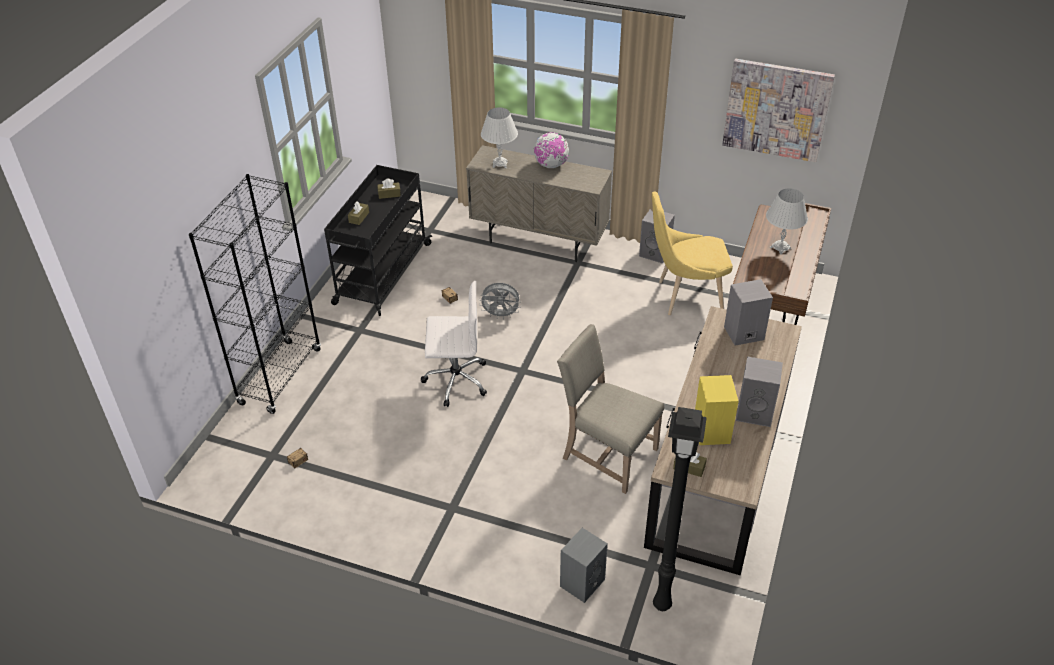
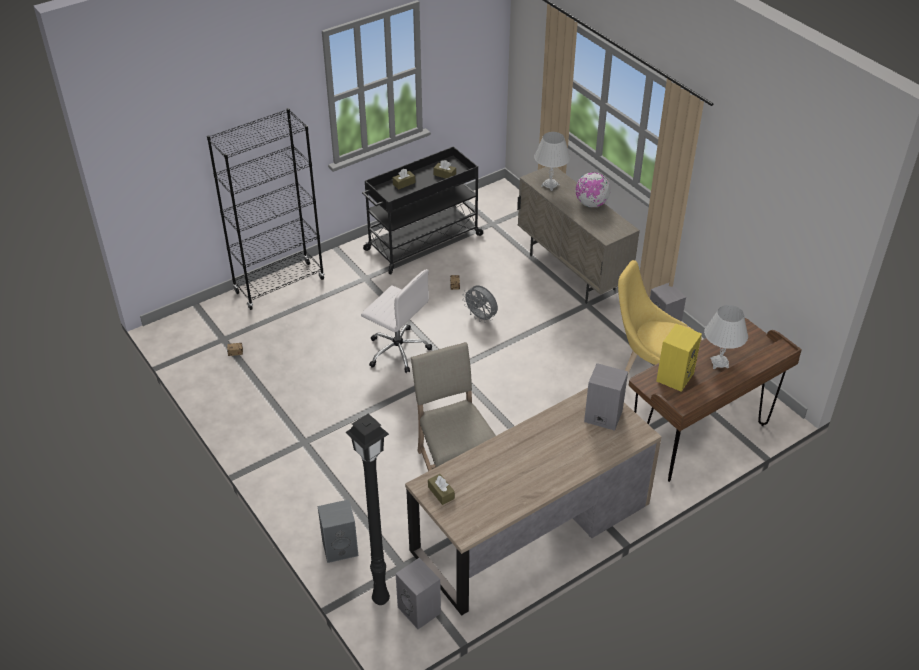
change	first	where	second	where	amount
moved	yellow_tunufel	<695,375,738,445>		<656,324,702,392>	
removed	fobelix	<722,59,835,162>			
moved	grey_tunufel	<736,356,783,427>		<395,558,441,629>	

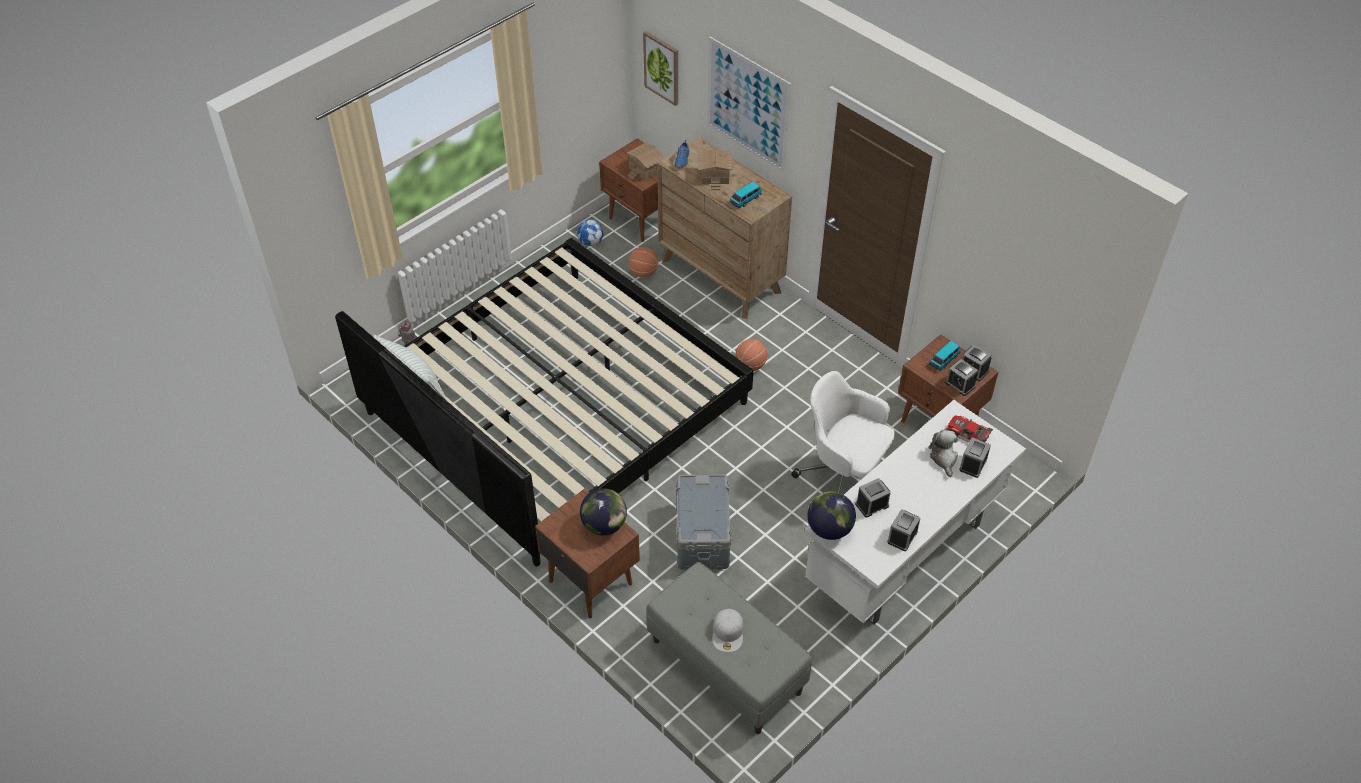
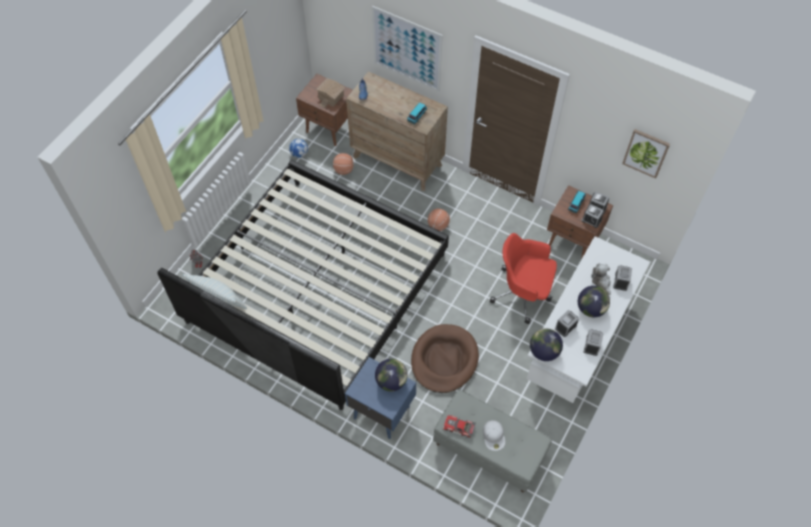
change	first	where	second	where	amount
recoloured	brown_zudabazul	<535,489,640,618>	blue_zudabazul	<345,357,416,439>	
moved	fobelix	<643,31,678,106>		<622,129,670,179>	
replaced	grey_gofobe	<676,474,731,570>	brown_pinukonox	<411,324,479,393>	
removed	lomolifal	<698,149,733,190>			
recoloured	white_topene	<791,371,895,493>	red_topene	<490,233,557,324>	
moved	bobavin	<945,415,993,443>		<442,415,476,438>	
added			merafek	<578,286,610,317>	

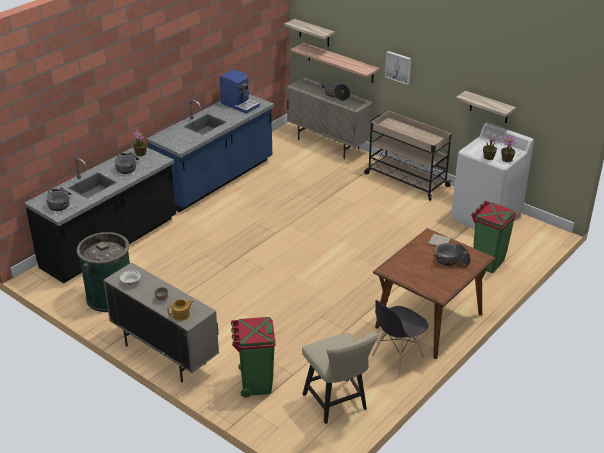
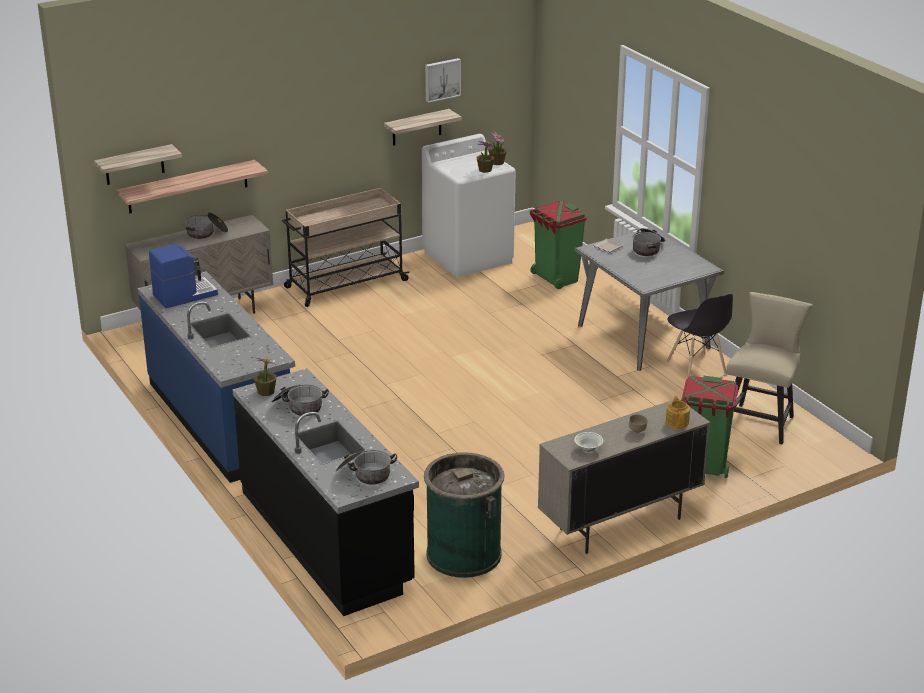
change	first	where	second	where	amount
turned	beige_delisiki	<302,332,378,424>		<726,292,813,445>	60 degrees counterclockwise
recoloured	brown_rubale	<373,228,496,359>	grey_rubale	<575,227,724,371>	
moved	fobelix	<385,51,411,85>		<425,58,461,103>	

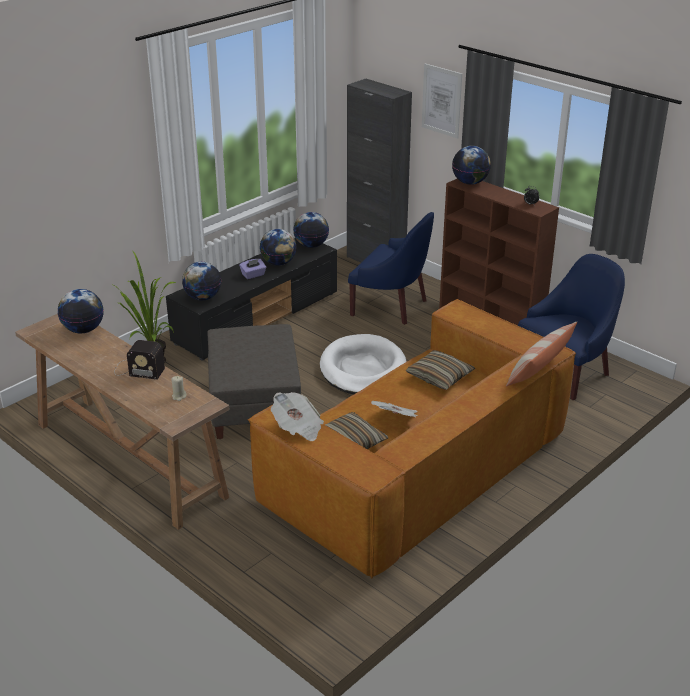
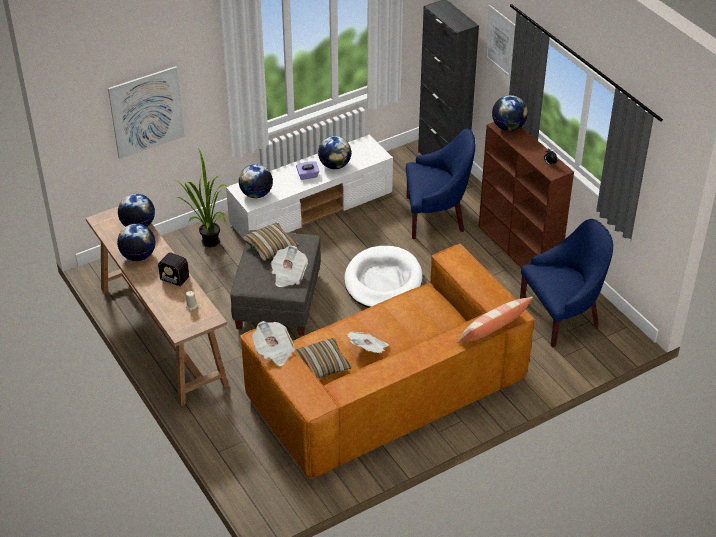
change	first	where	second	where	amount
recoloured	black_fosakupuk	<166,238,337,360>	white_fosakupuk	<226,135,393,238>	
moved	merafek	<293,212,329,248>		<117,224,156,261>	
turned	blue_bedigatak	<348,212,434,325>		<406,128,475,239>	45 degrees counterclockwise
moved	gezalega	<405,350,475,390>		<243,223,299,261>	
added			fobelix	<108,66,185,159>	
added			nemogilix	<271,246,308,287>	

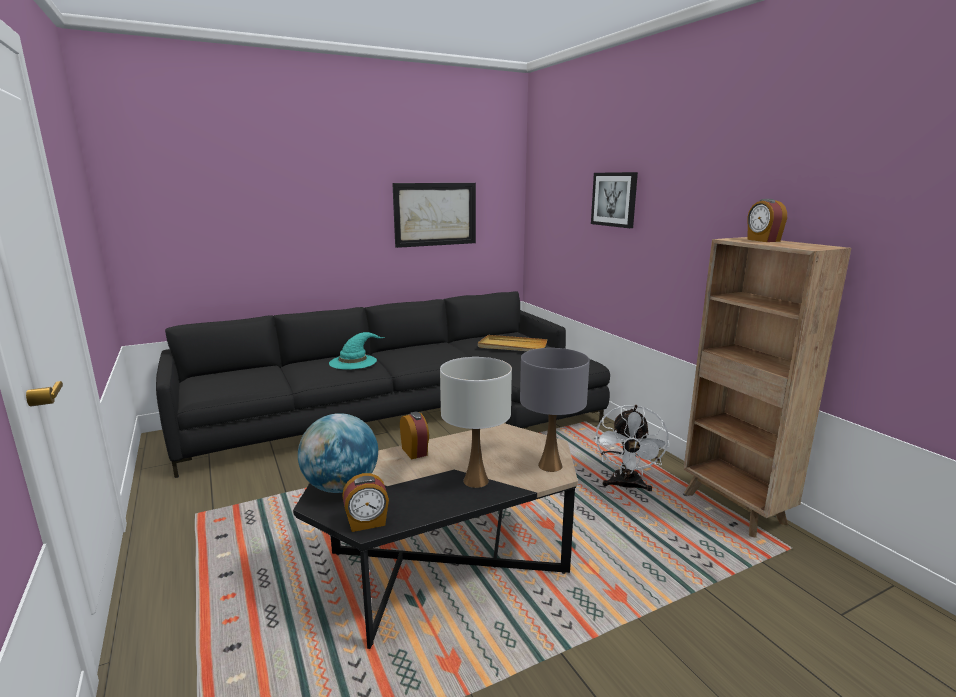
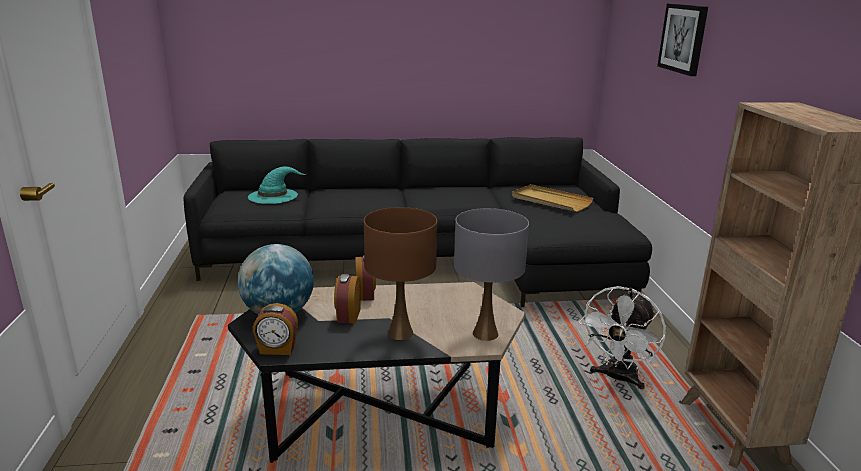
change	first	where	second	where	amount
moved	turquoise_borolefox	<329,332,384,370>		<248,166,306,204>	
removed	fobelix	<392,183,476,248>			
recoloured	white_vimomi	<440,357,512,488>	brown_vimomi	<364,207,437,340>	
moved	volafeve	<747,199,787,242>		<334,274,361,324>	

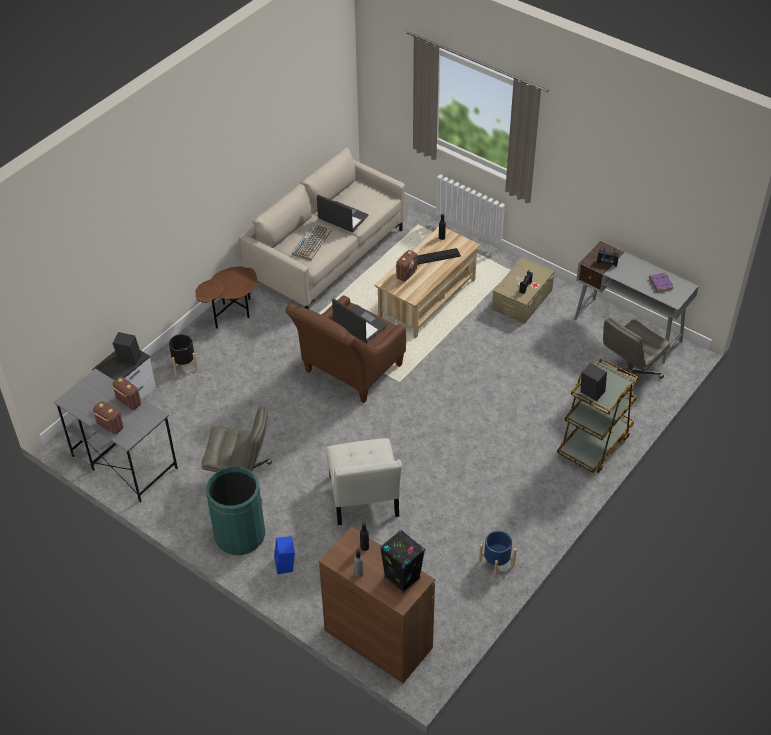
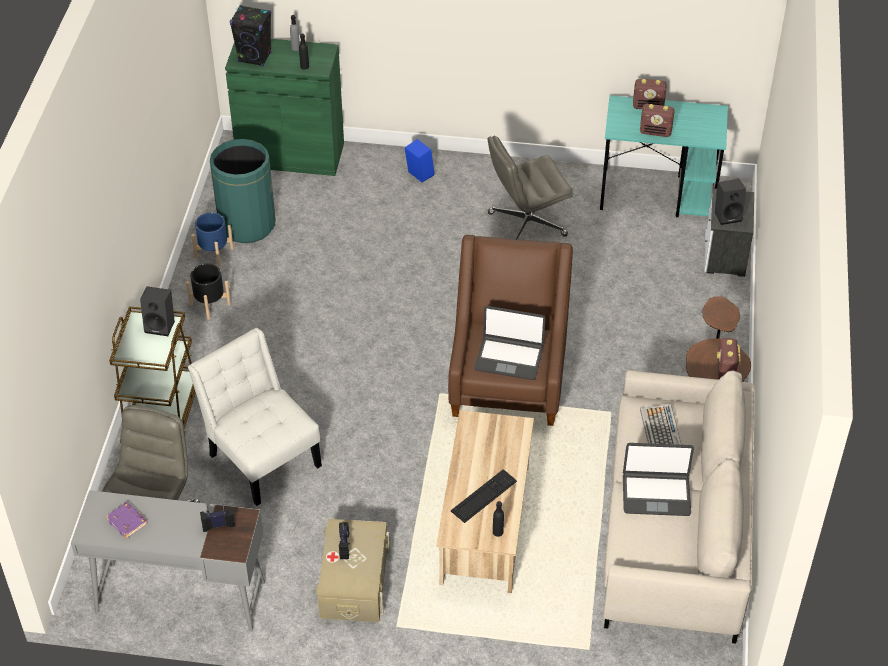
change	first	where	second	where	amount
recoloured	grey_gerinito	<54,368,178,502>	turquoise_gerinito	<600,95,728,217>	
moved	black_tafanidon	<168,334,198,376>		<186,263,231,320>	
moved	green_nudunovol	<206,467,265,555>		<210,139,276,243>	
recoloured	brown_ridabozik	<319,527,435,683>	green_ridabozik	<225,39,344,176>	
moved	white_delisiki	<326,438,402,525>		<188,328,322,506>	
moved	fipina	<396,250,417,282>		<717,338,741,380>	

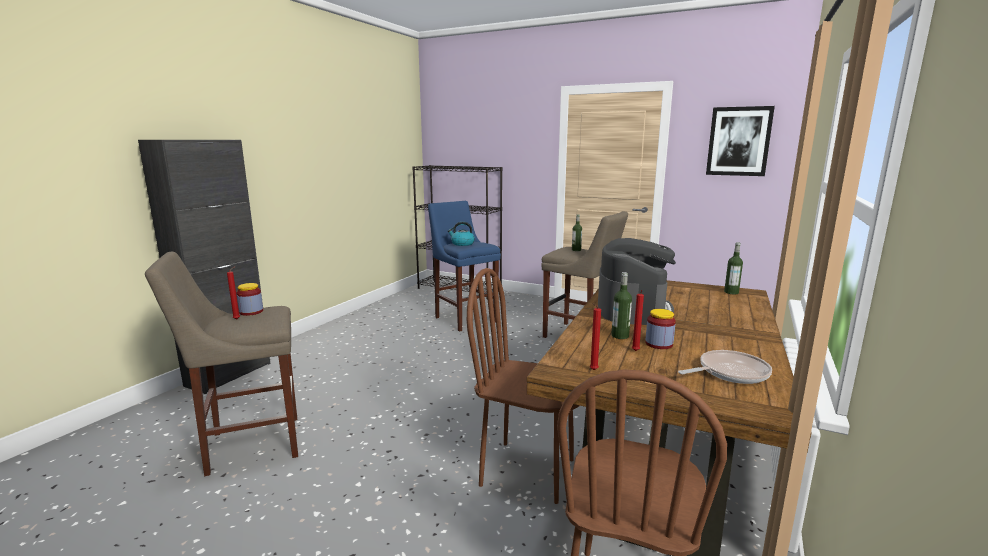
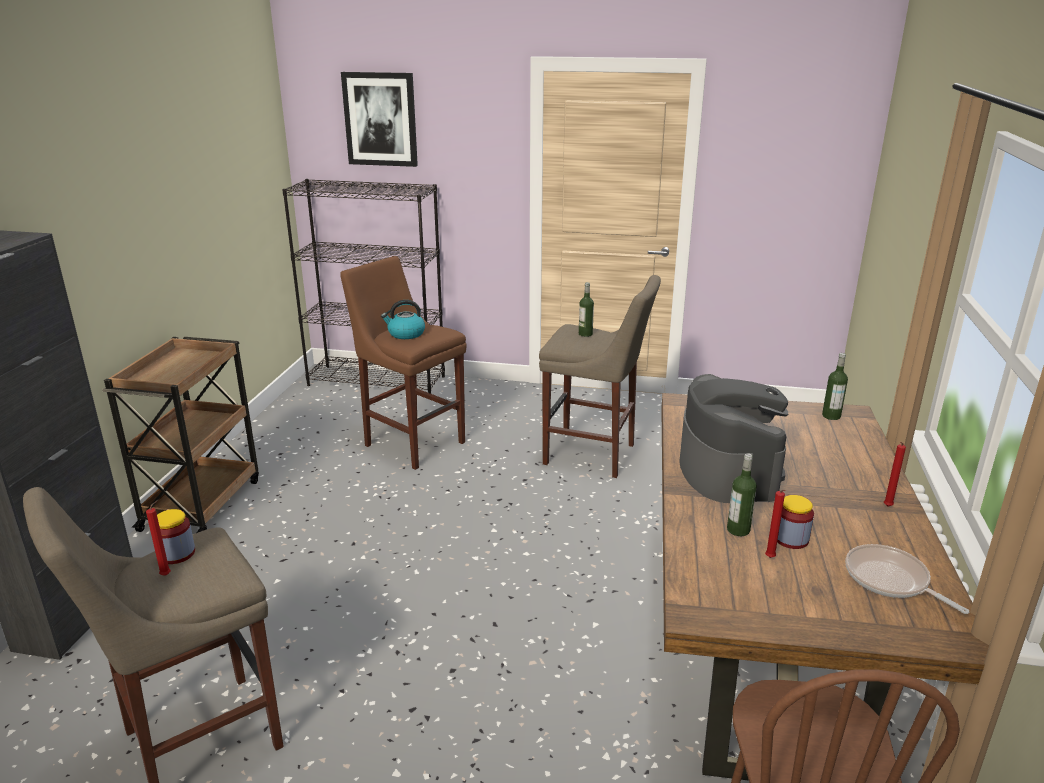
change	first	where	second	where	amount
recoloured	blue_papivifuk	<428,201,501,332>	brown_papivifuk	<340,256,467,470>	
removed	brown_delisiki	<467,268,580,504>			
moved	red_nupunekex	<590,303,601,370>		<884,442,906,506>	
turned	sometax	<678,350,772,384>		<845,544,969,614>	90 degrees counterclockwise
moved	fobelix	<706,106,775,176>		<341,72,418,167>	
added			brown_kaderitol	<102,337,259,533>	

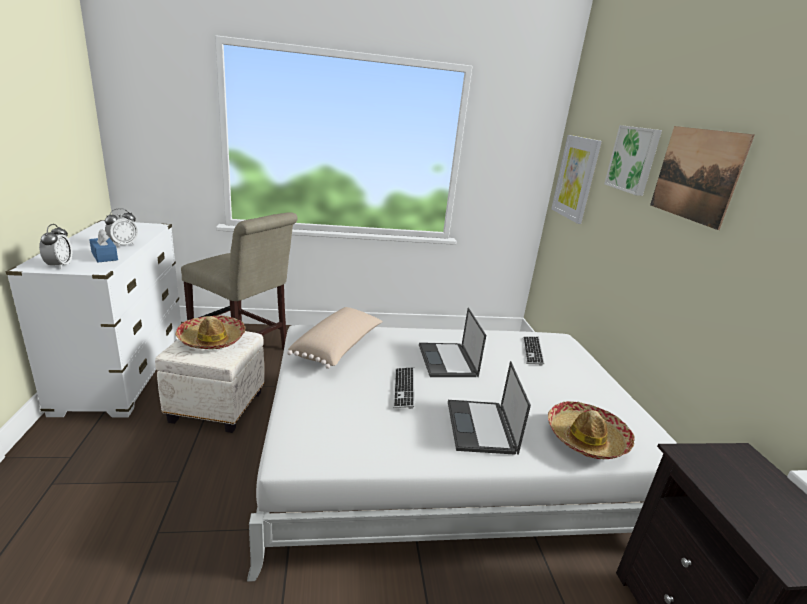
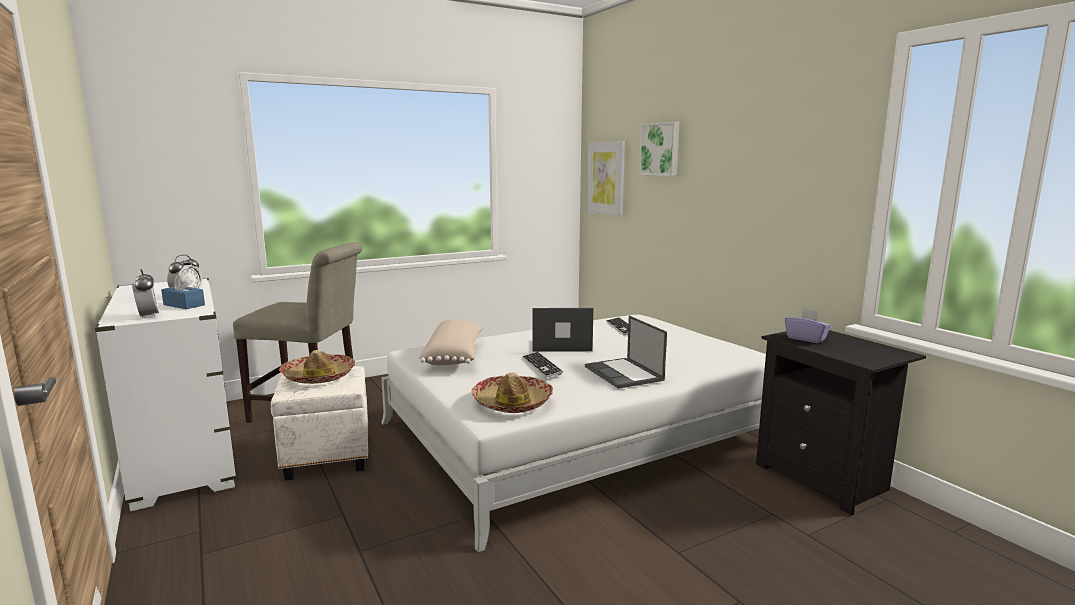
change	first	where	second	where	amount
turned	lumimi	<419,307,486,377>		<532,308,593,352>	120 degrees clockwise
moved	borolefox	<548,401,635,459>		<471,372,553,413>	
removed	fobelix	<650,126,755,230>			
added			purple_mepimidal	<785,308,831,343>	

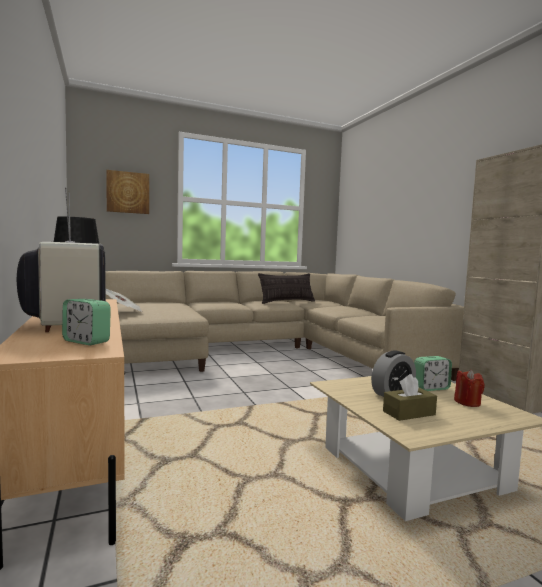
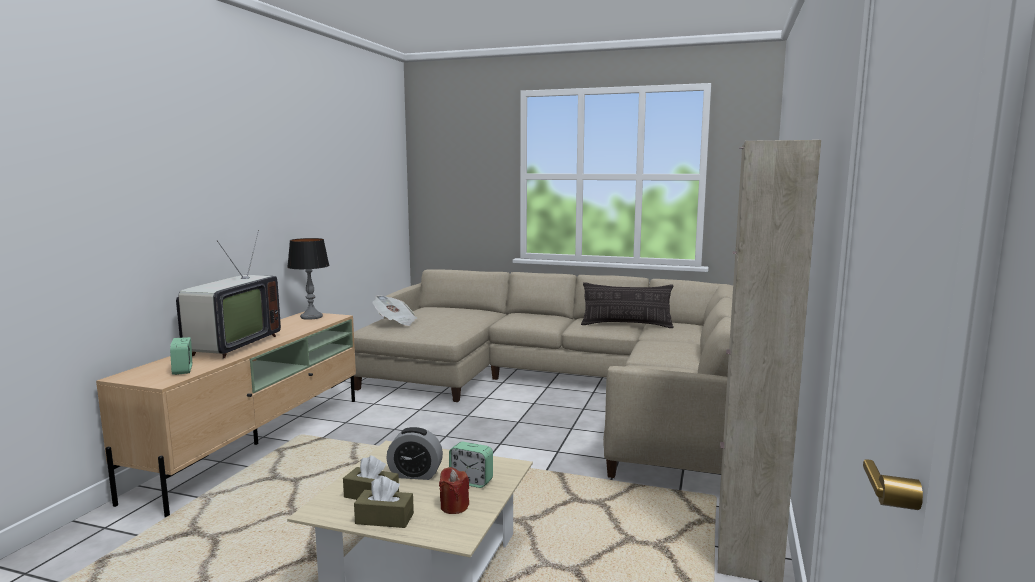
change	first	where	second	where	amount
removed	fobelix	<106,170,149,214>			
added			brown_mepimidal	<354,477,414,528>	

